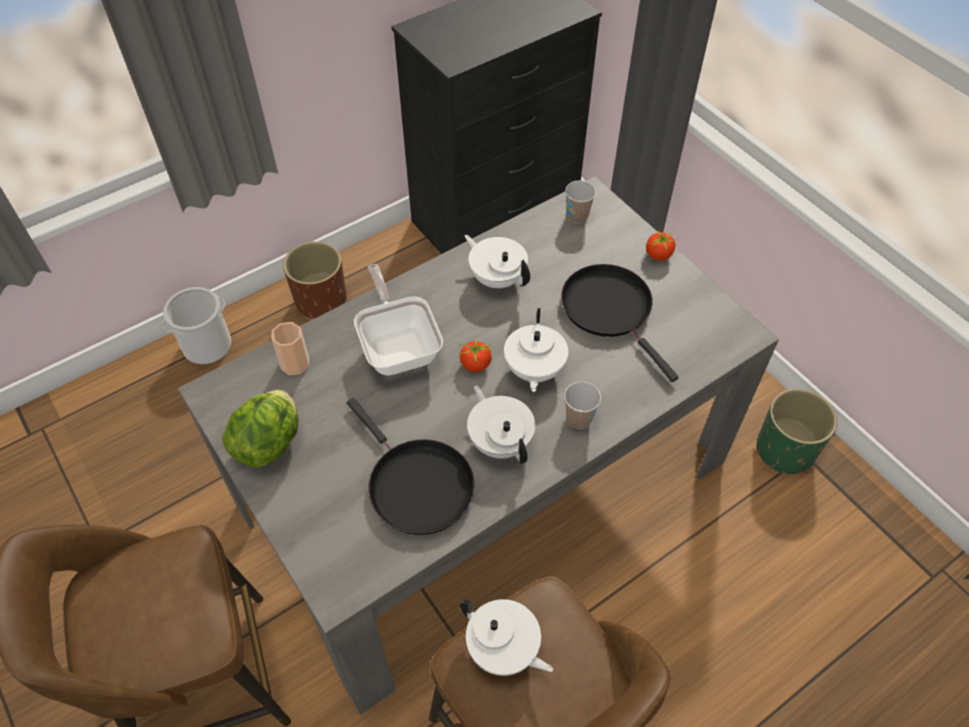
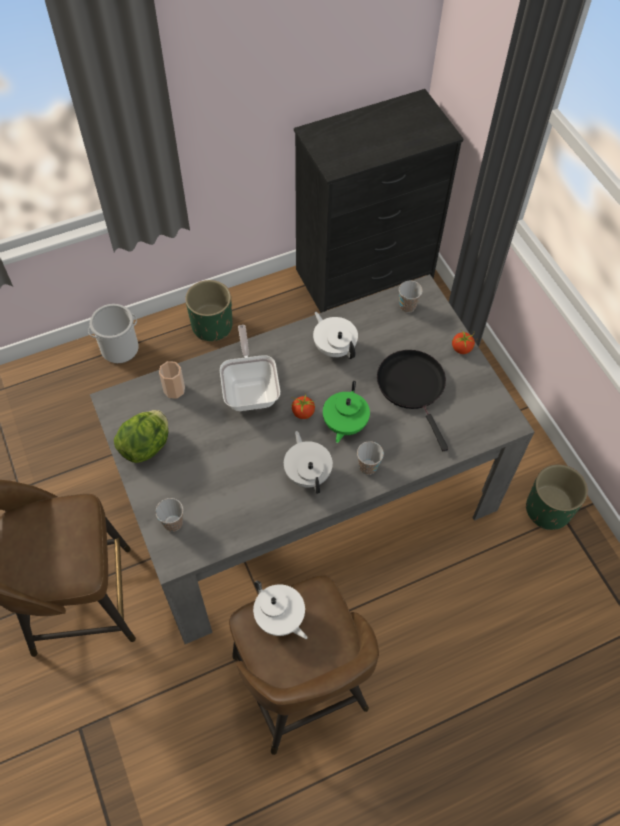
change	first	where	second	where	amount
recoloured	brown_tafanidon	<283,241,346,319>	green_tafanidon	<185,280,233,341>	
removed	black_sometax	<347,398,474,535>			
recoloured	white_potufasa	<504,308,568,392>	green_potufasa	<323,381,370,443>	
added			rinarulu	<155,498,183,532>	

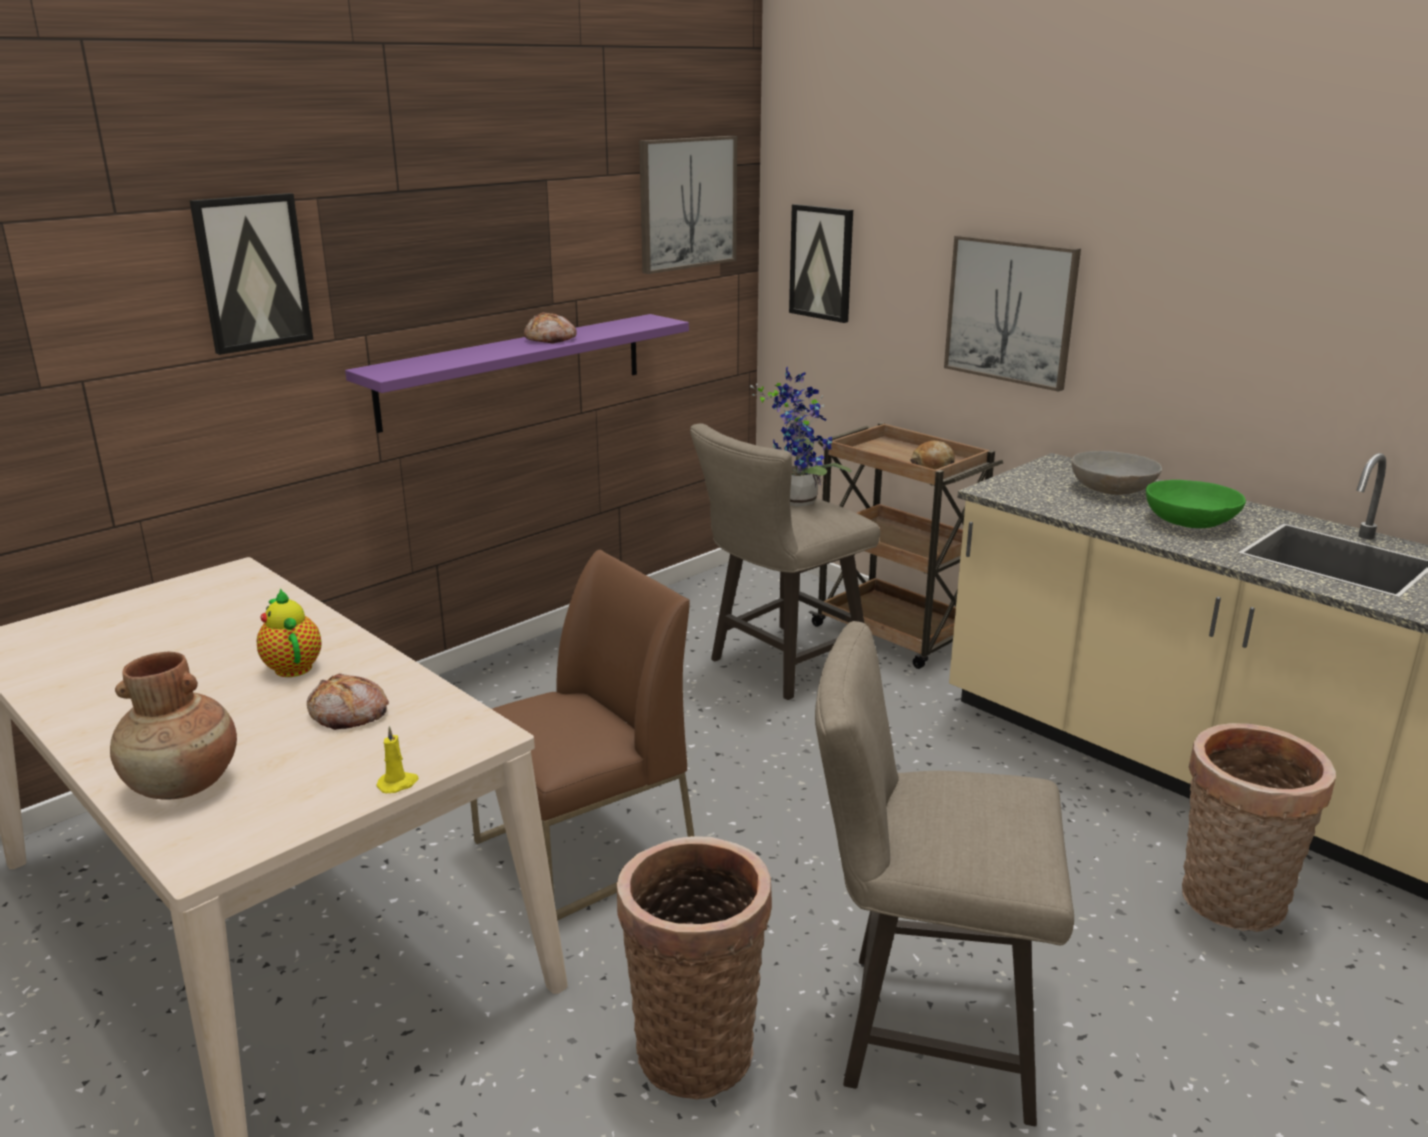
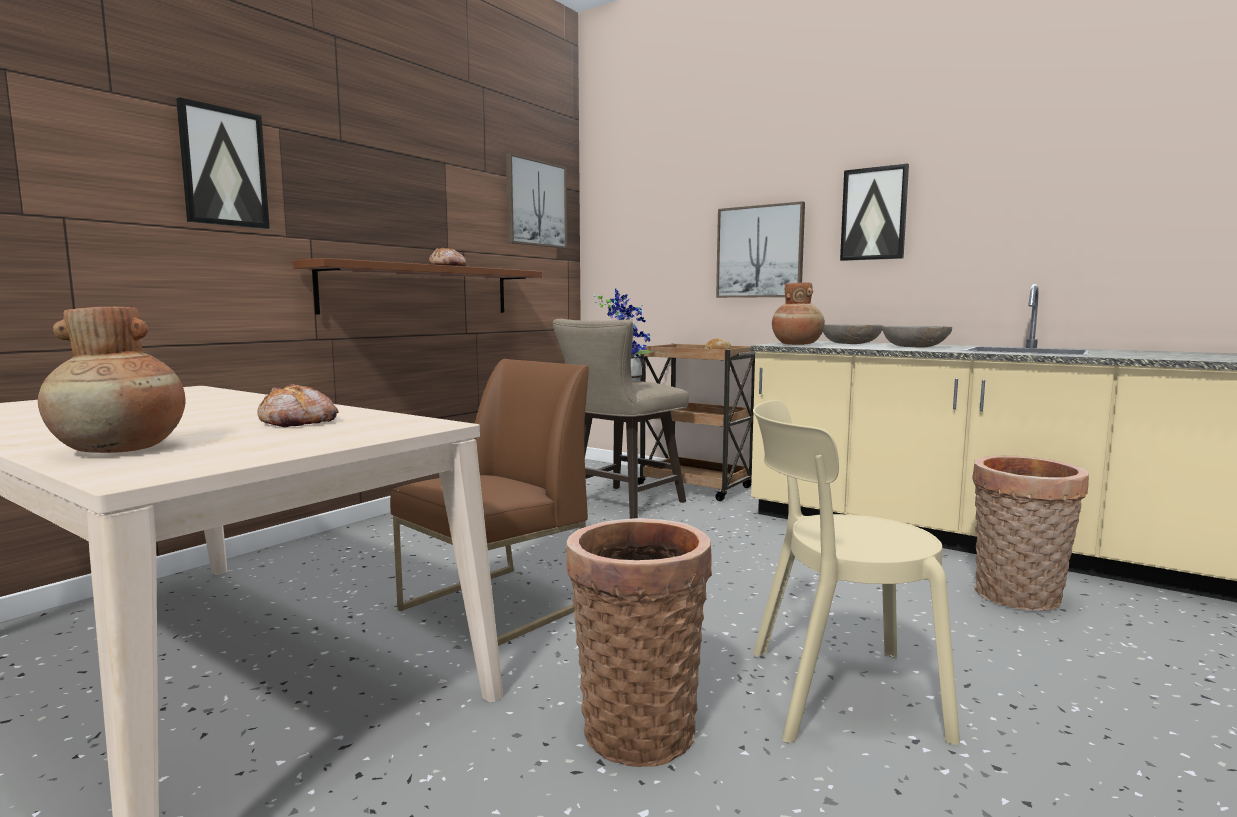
change	first	where	second	where	amount
removed	potufasa	<257,588,322,677>			
recoloured	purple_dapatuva	<345,314,689,433>	brown_dapatuva	<293,258,542,315>	
removed	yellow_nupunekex	<376,726,419,794>			
moved	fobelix	<789,204,853,323>		<840,163,909,261>	
replaced	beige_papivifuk	<815,621,1074,1126>	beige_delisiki	<753,400,960,745>	
recoloured	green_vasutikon	<1146,480,1246,528>	grey_vasutikon	<882,326,952,348>	
added			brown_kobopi	<772,283,825,345>	

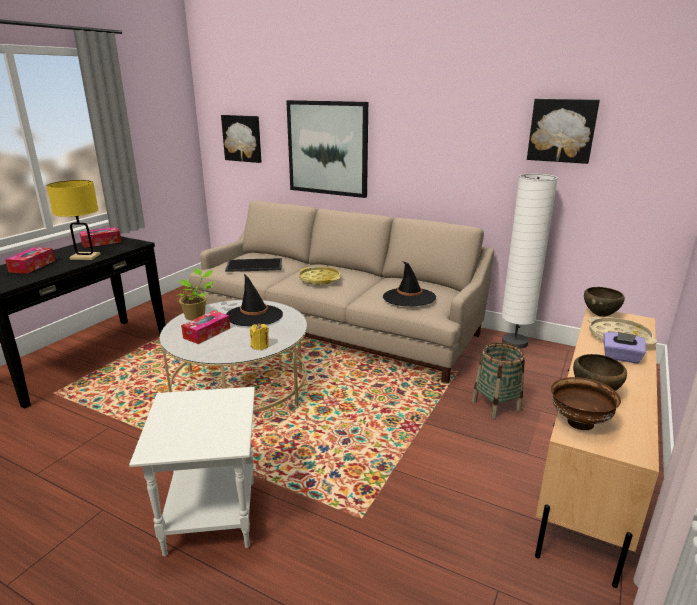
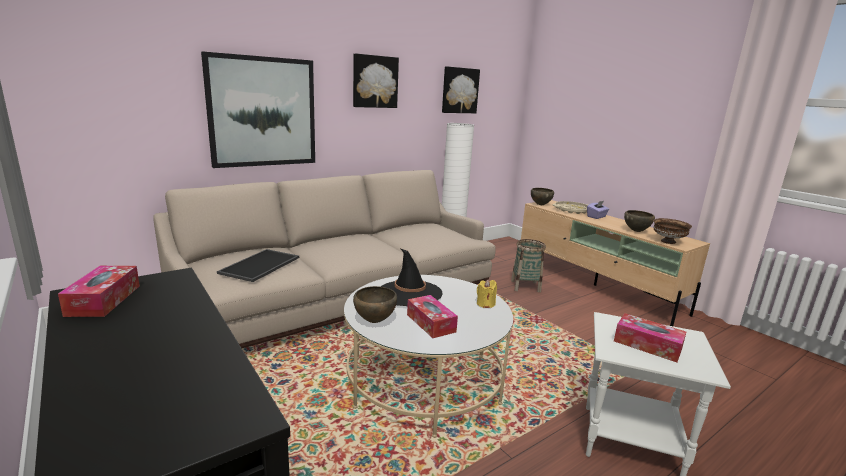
change	first	where	second	where	amount
moved	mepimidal	<5,247,55,274>		<614,313,686,362>	
removed	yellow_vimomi	<46,180,101,260>			
replaced	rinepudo	<176,268,214,320>	brown_vasutikon	<353,286,397,323>	
moved	fobelix	<221,115,261,163>		<353,54,399,108>	
removed	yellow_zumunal	<299,267,340,285>			
removed	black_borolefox	<383,261,436,306>			

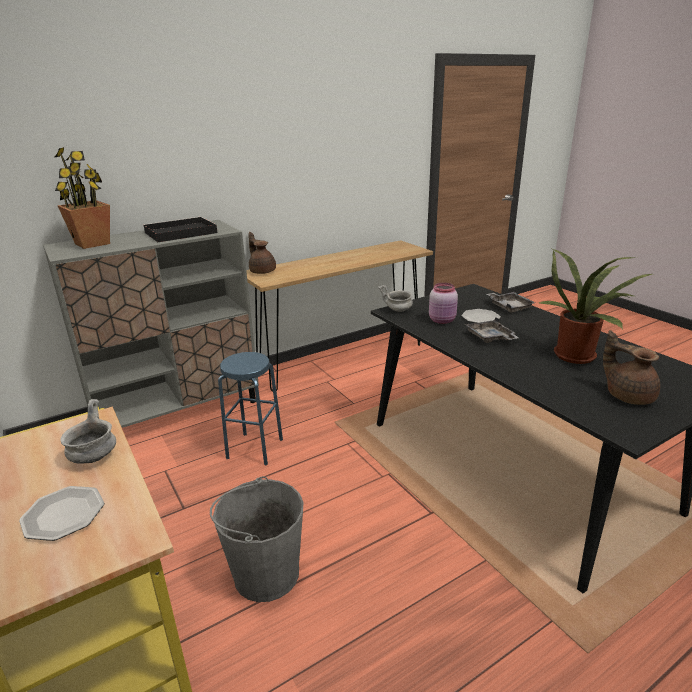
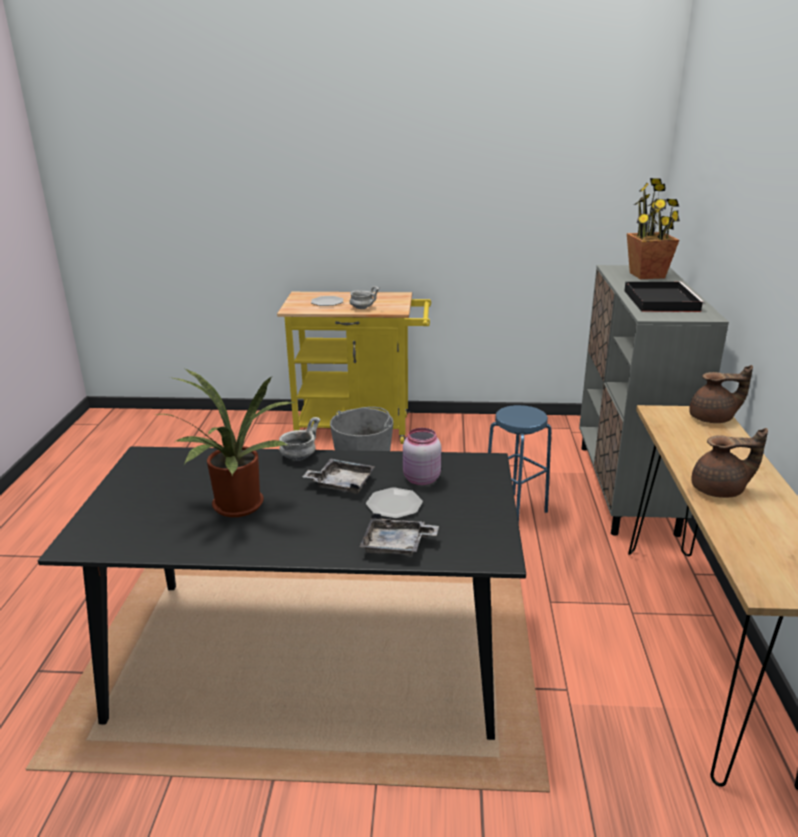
change	first	where	second	where	amount
moved	grey_vasutikon	<378,285,413,312>		<279,417,320,461>	
moved	brown_potufasa	<603,330,660,405>		<692,428,768,498>	

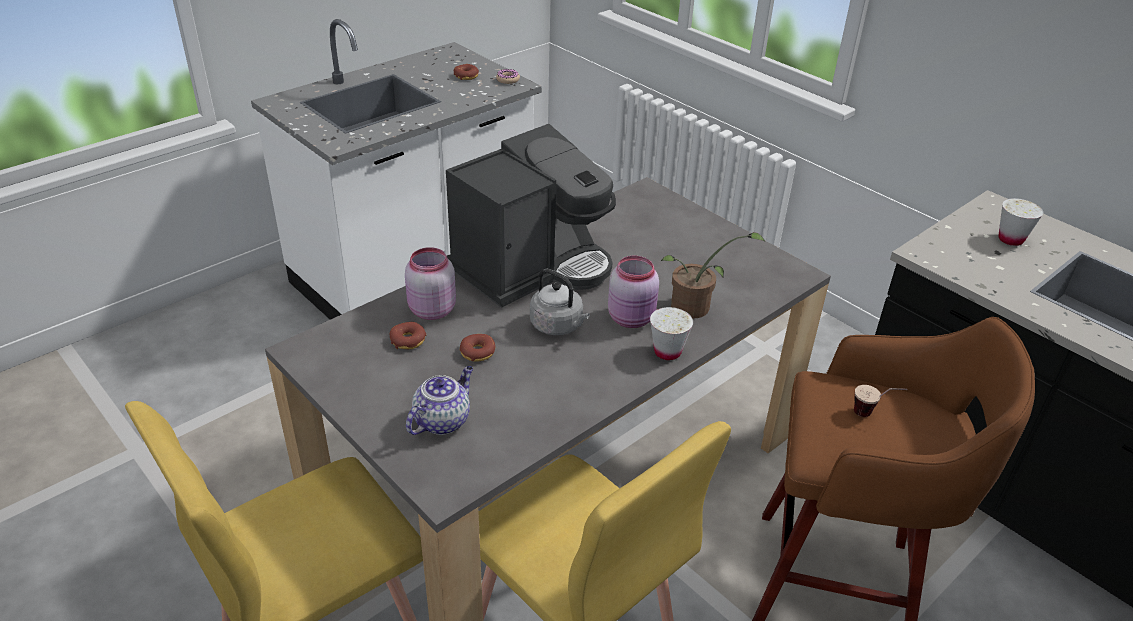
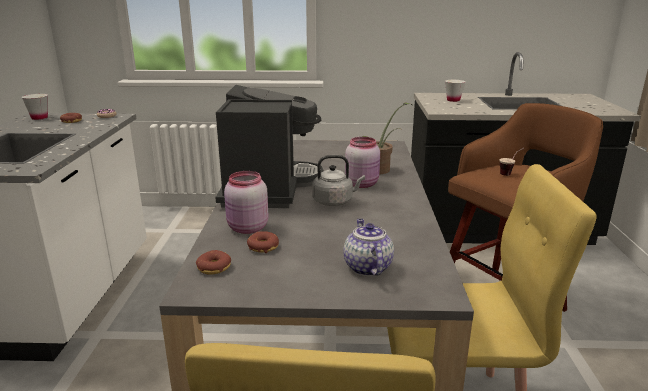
change	first	where	second	where	amount
moved	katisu	<460,334,495,361>		<196,250,231,275>	
moved	white_rinarulu	<650,307,693,360>		<22,94,48,120>	

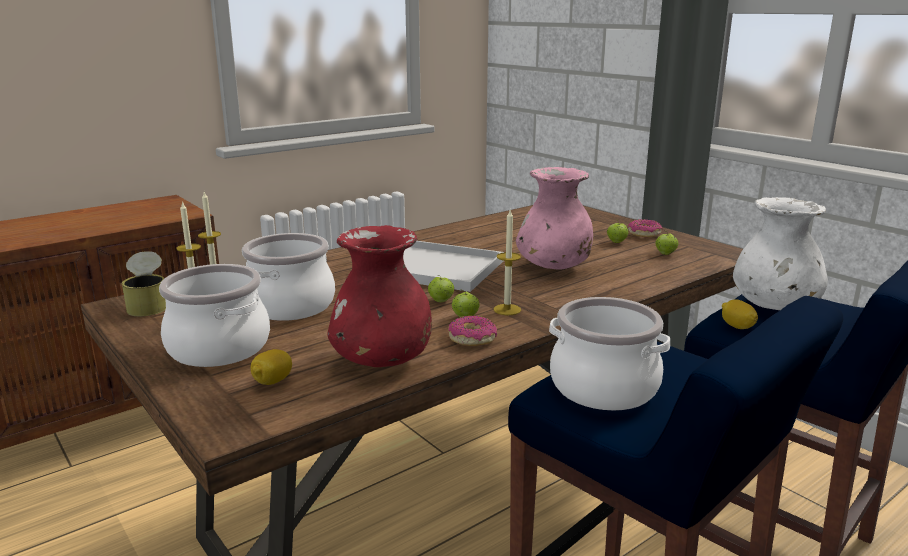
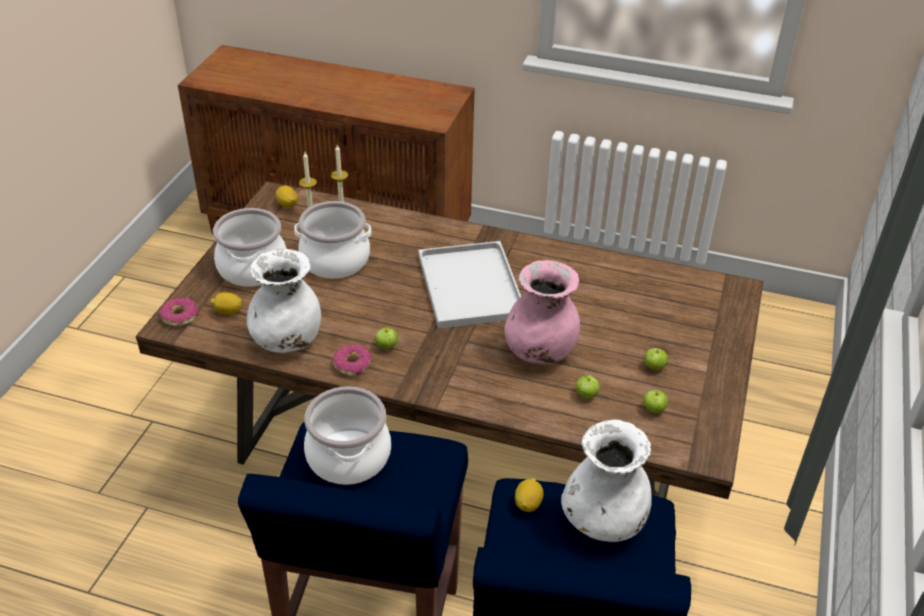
change	first	where	second	where	amount
replaced	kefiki	<122,251,166,316>	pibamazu	<275,186,298,208>	
recoloured	red_kobopi	<327,225,432,367>	white_kobopi	<247,249,321,353>	
moved	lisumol	<428,275,454,302>		<576,375,600,398>	
removed	nupunekex	<493,210,521,315>			
moved	katisu	<627,219,663,237>		<160,298,198,326>	

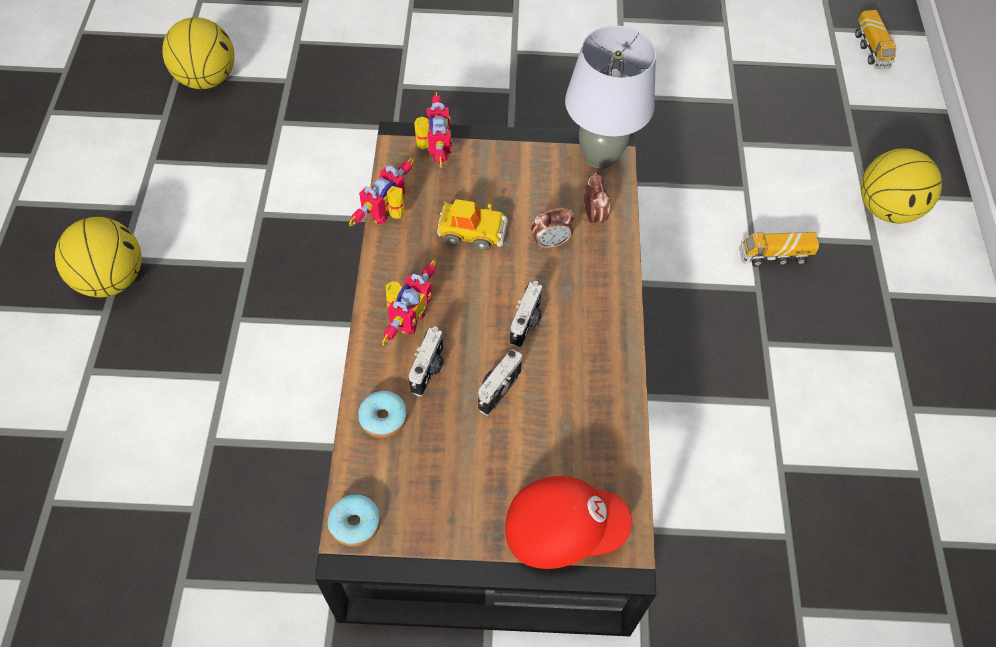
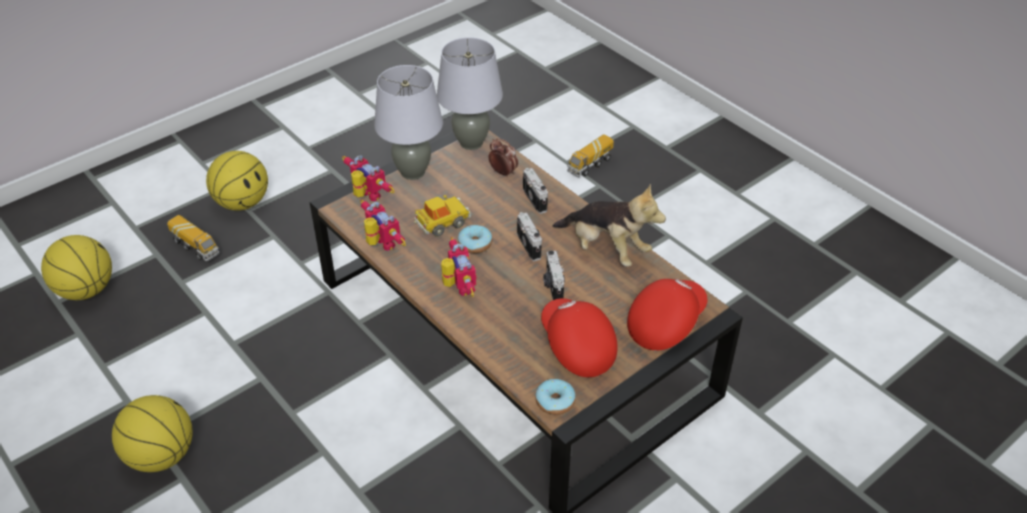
change	first	where	second	where	amount
turned	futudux	<349,158,414,226>		<360,200,406,251>	150 degrees clockwise
moved	katisu	<358,391,407,438>		<458,225,493,253>	
moved	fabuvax	<409,327,444,397>		<523,168,548,214>	
removed	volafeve	<531,208,574,250>			
moved	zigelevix	<855,10,896,69>		<167,215,220,261>	
moved	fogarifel	<861,148,942,223>		<206,151,268,211>	
added			grey_vimomi	<374,65,443,180>	
added			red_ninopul	<541,298,618,377>	
added			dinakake	<552,184,666,267>	

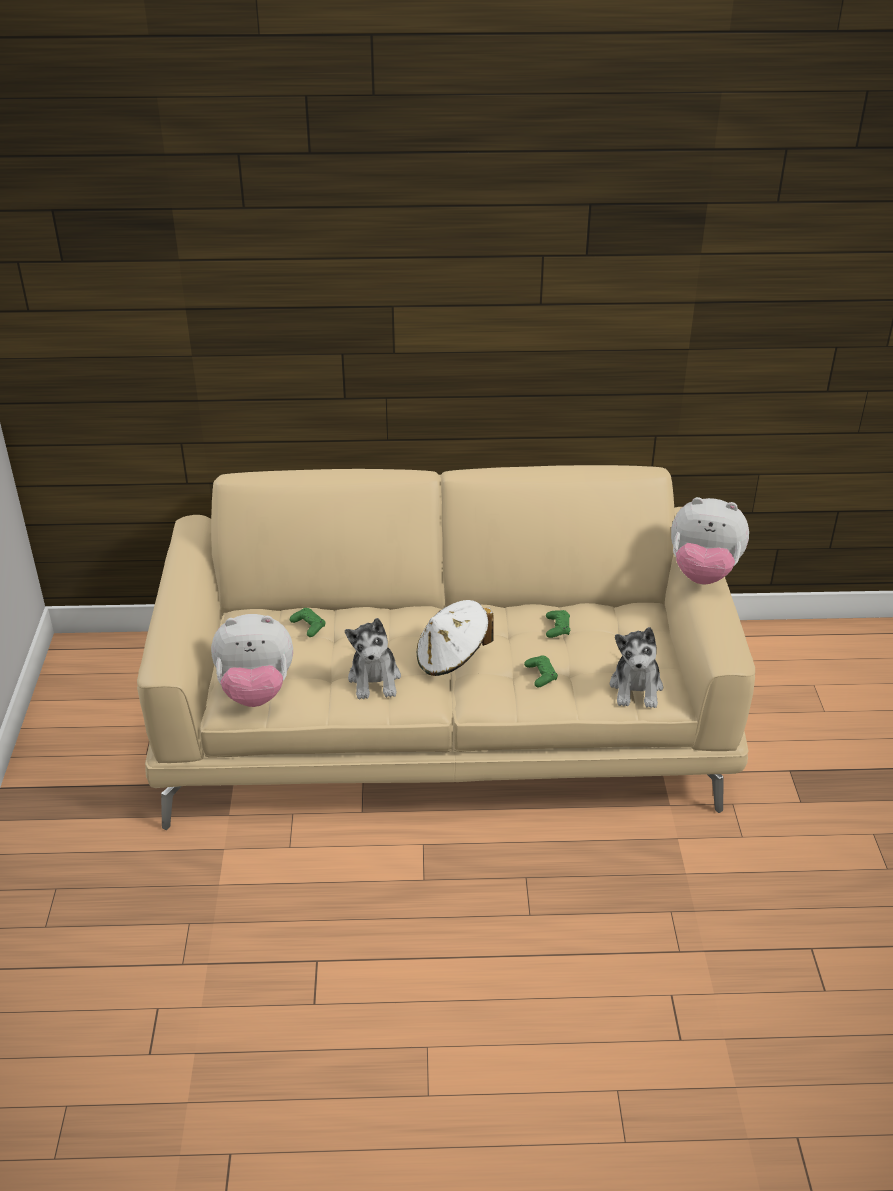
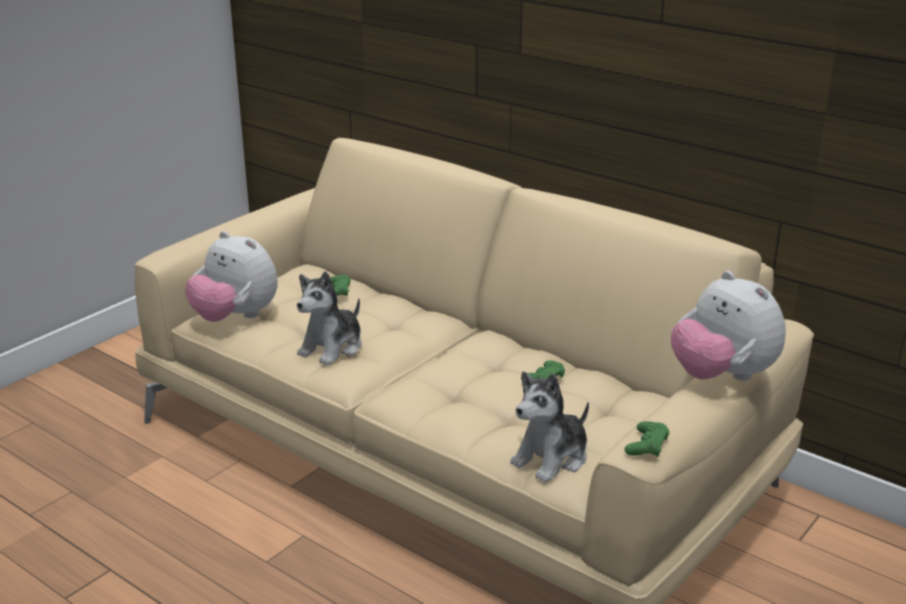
change	first	where	second	where	amount
removed	white_borolefox	<417,600,493,676>			
moved	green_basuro	<524,655,558,687>		<625,421,670,457>	

